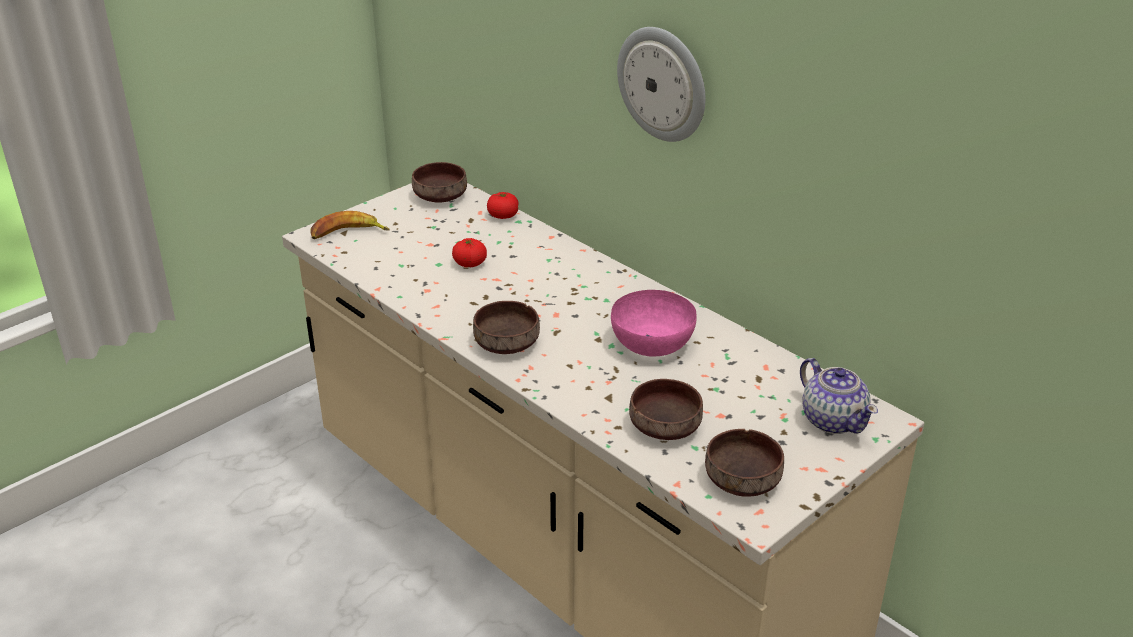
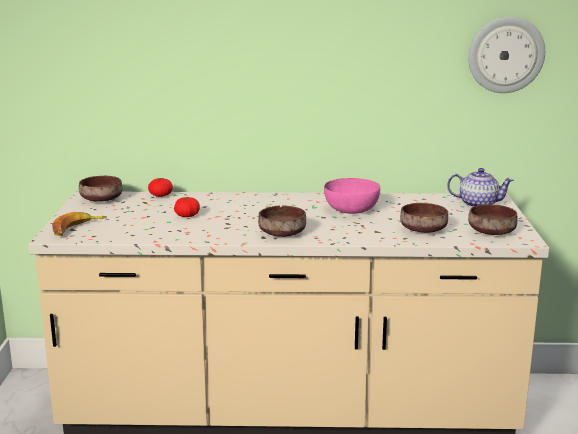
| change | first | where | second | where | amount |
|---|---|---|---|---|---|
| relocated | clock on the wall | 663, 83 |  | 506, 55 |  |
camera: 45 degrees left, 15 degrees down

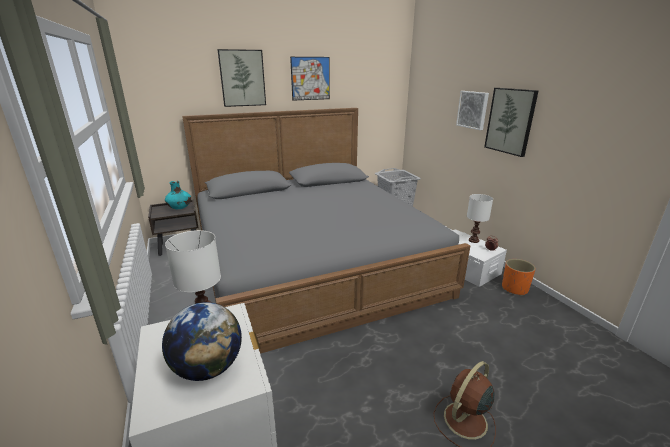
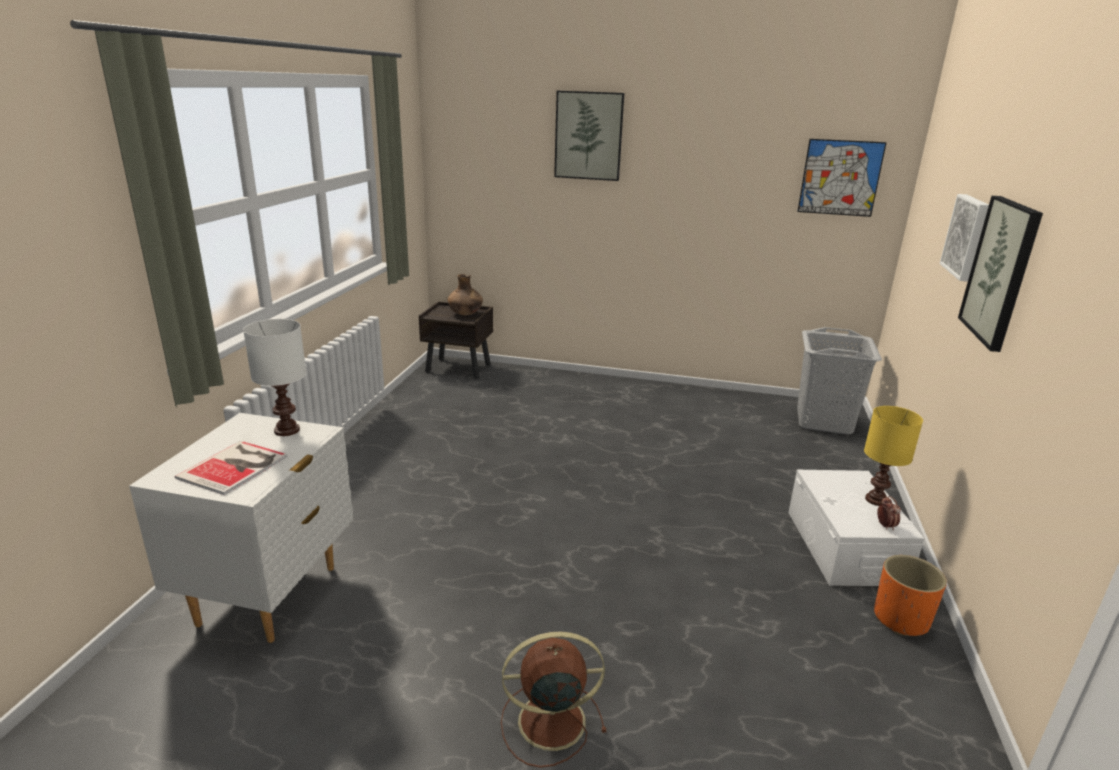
| change | first | where | second | where | amount |
|---|---|---|---|---|---|
| relocated | picture | 310, 78 |  | 840, 178 |  |
| missing | grey bed | 311, 262 |  |  |  |
| colour | turquoise decorative vase | 180, 208 | brown decorative vase | 465, 314 |  |
| colour | whitish lamp for a table | 474, 240 | yellow lamp for a table | 877, 500 |  |
| exchanged | world globe | 208, 368 | book | 236, 466 |  |
camera: 35 degrees right, 0 degrees up

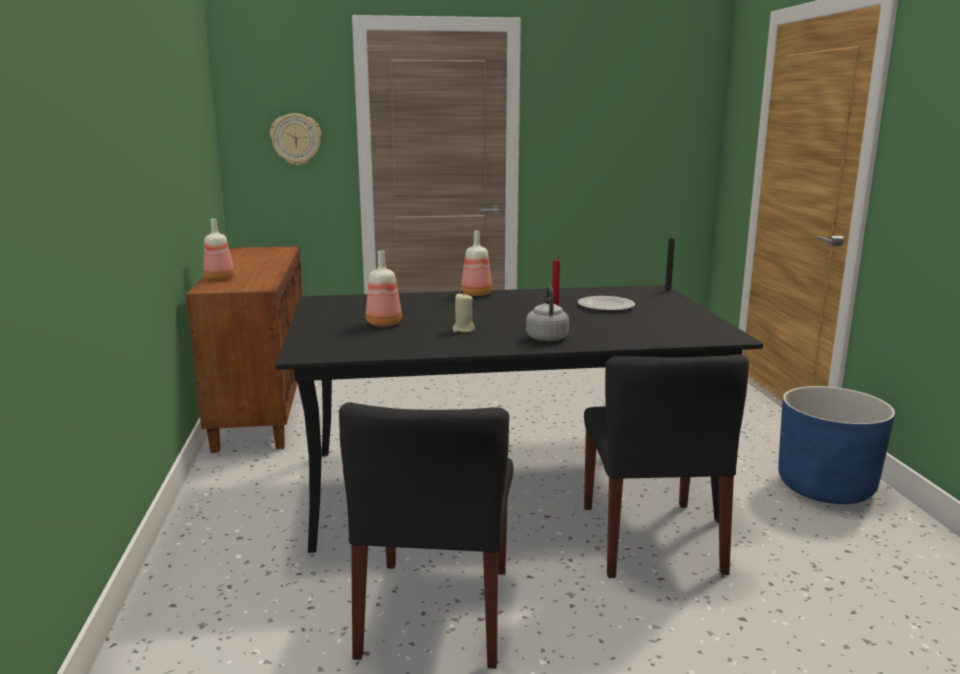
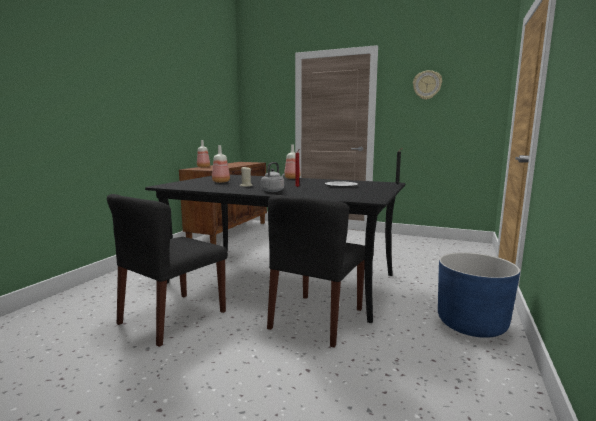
| change | first | where | second | where | amount |
|---|---|---|---|---|---|
| relocated | clock on the wall | 296, 139 |  | 427, 85 |  |
camera: 30 degrees right, 5 degrees down

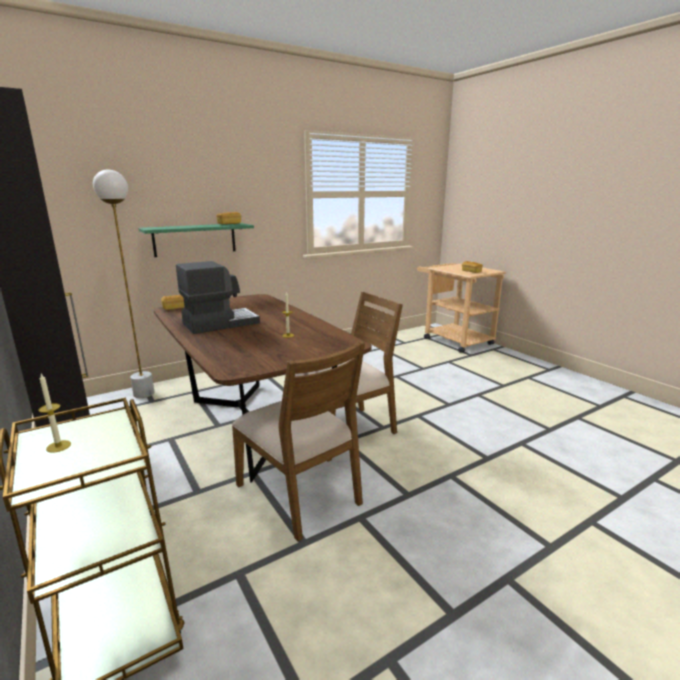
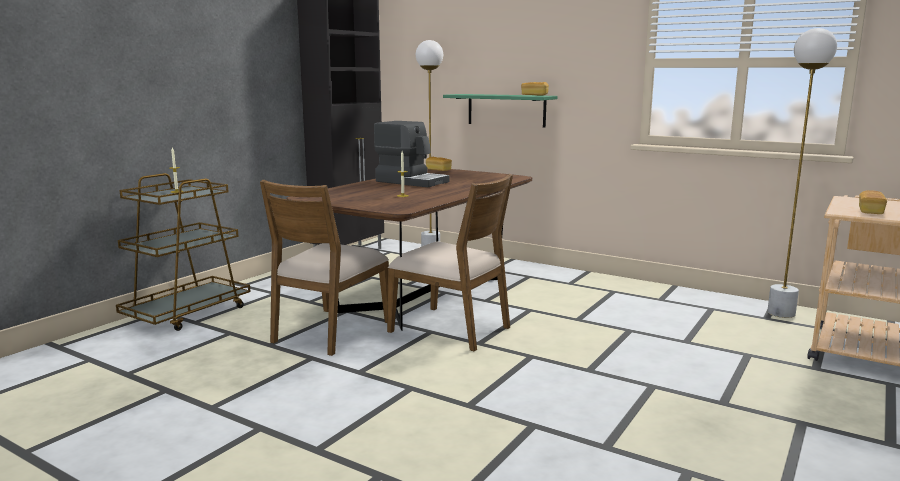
| change | first | where | second | where | amount |
|---|---|---|---|---|---|
| appeared |  |  | whitish standing lamp | 781, 313 |  |
camera: 65 degrees right, 5 degrees down

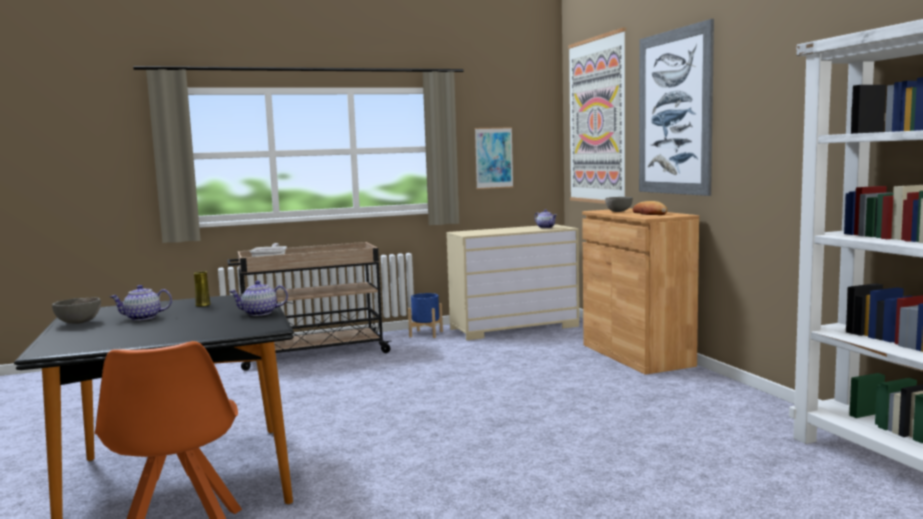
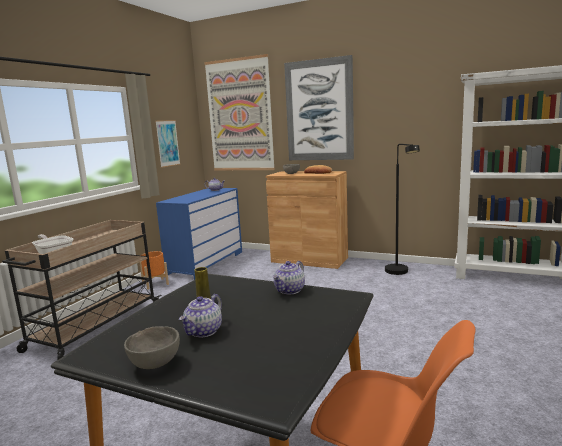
| change | first | where | second | where | amount |
|---|---|---|---|---|---|
| colour | beige-coloured dresser | 514, 327 | bluish dresser | 206, 263 |  |
| colour | bluish plant pot | 426, 334 | orangey plant pot | 155, 284 |  |
| appeared |  |  | black-coloured standing lamp | 400, 273 |  |
camera: 45 degrees left, 5 degrees up

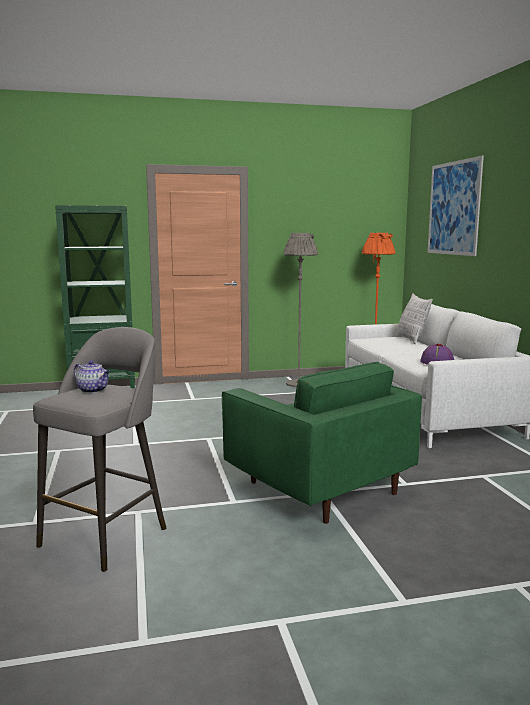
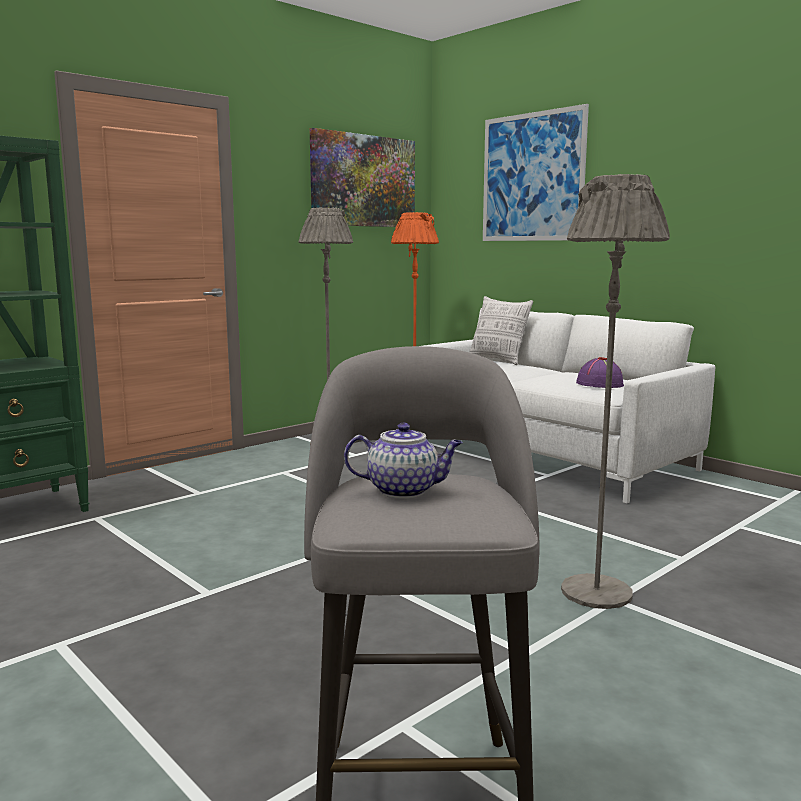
| change | first | where | second | where | amount |
|---|---|---|---|---|---|
| exchanged | greenish easy chair | 318, 487 | grey standing lamp | 596, 592 |  |
| appeared |  |  | picture | 364, 181 |  |
camera: 30 degrees left, 0 degrees up

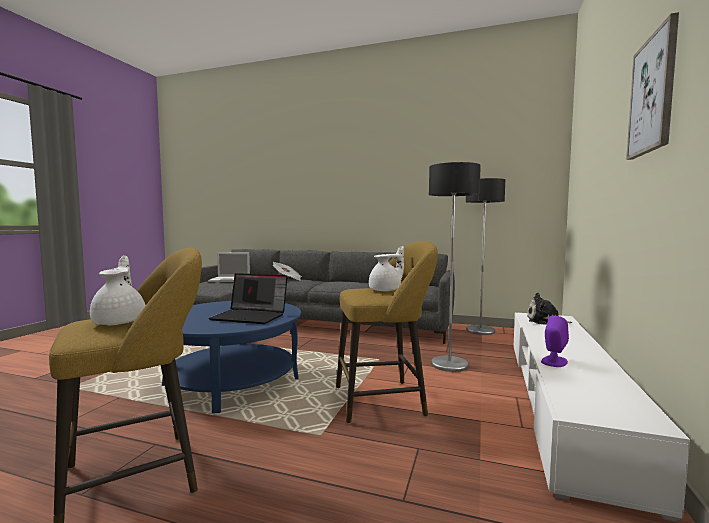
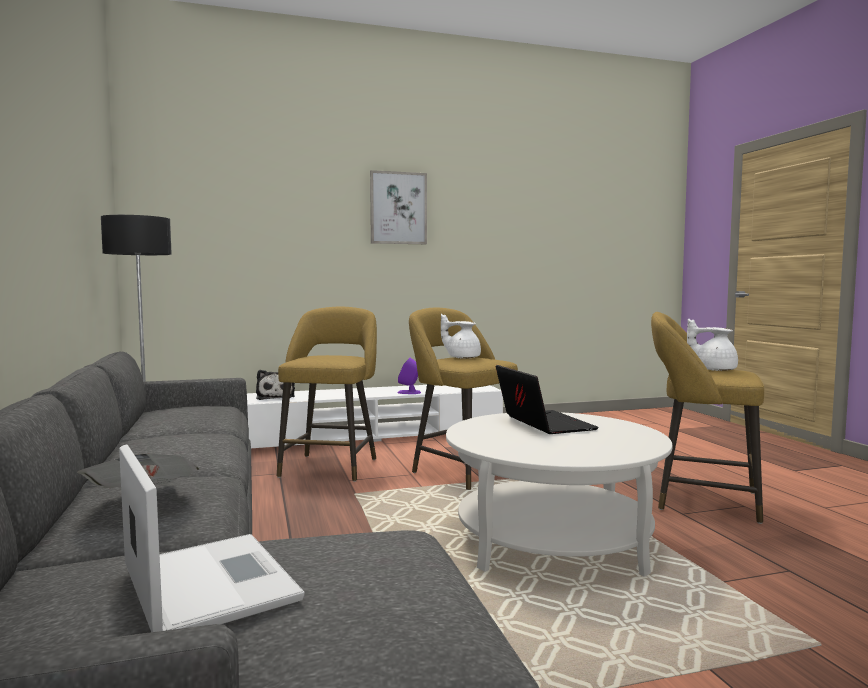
| change | first | where | second | where | amount |
|---|---|---|---|---|---|
| exchanged | standing lamp | 449, 365 | yellow stool seat | 331, 466 |  |
| spun | whitish pot for tea | 121, 322 |  | 713, 369 | 75 degrees clockwise |
| colour | bluish low table | 232, 382 | whitish low table | 553, 540 |  |
camera: 125 degrees left, 0 degrees up

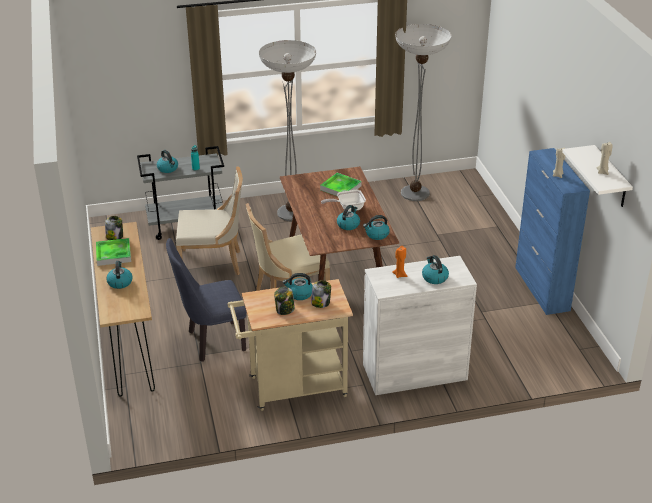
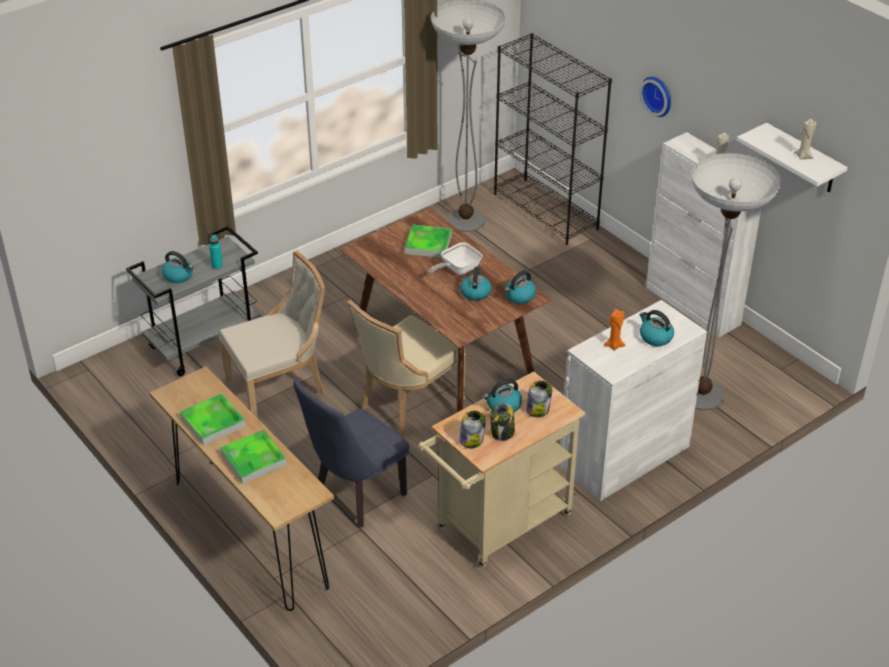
| change | first | where | second | where | amount |
|---|---|---|---|---|---|
| relocated | standing lamp | 292, 213 |  | 701, 395 |  |
| colour | bluish cupboard | 542, 289 | whitish cupboard | 693, 306 |  |
| relocated | storage jar | 115, 237 |  | 471, 440 |  |
| exchanged | kettle | 120, 282 | tray | 253, 459 |  |
| appeared |  |  | black-coloured shelving unit | 546, 211 |  |
| appeared |  |  | clock on the wall | 658, 95 |  |
camera: 25 degrees left, 5 degrees up

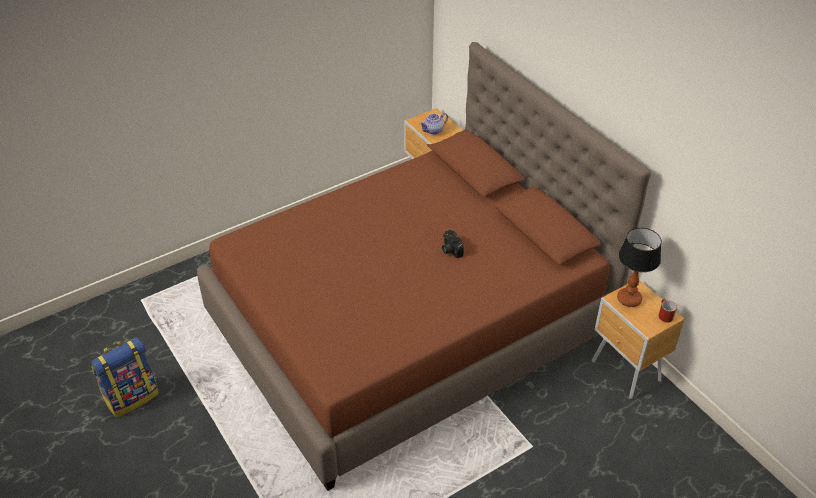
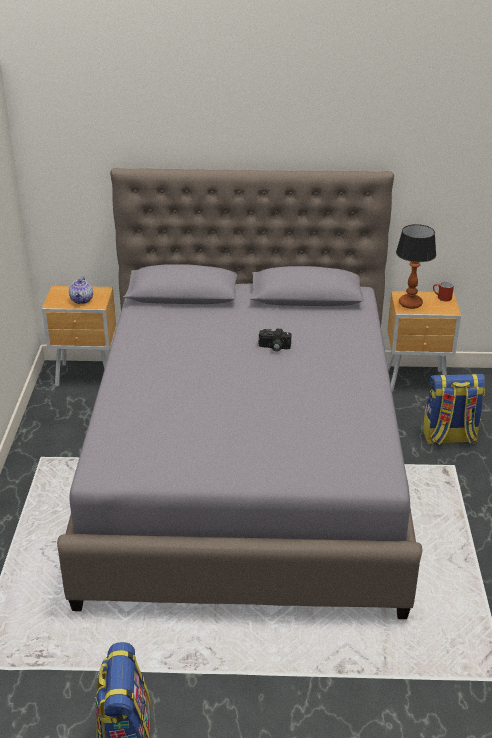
| change | first | where | second | where | amount |
|---|---|---|---|---|---|
| colour | brown bed | 409, 325 | grey bed | 246, 471 |  |
| appeared |  |  | backpack | 449, 437 |  |
camera: 55 degrees left, 10 degrees down

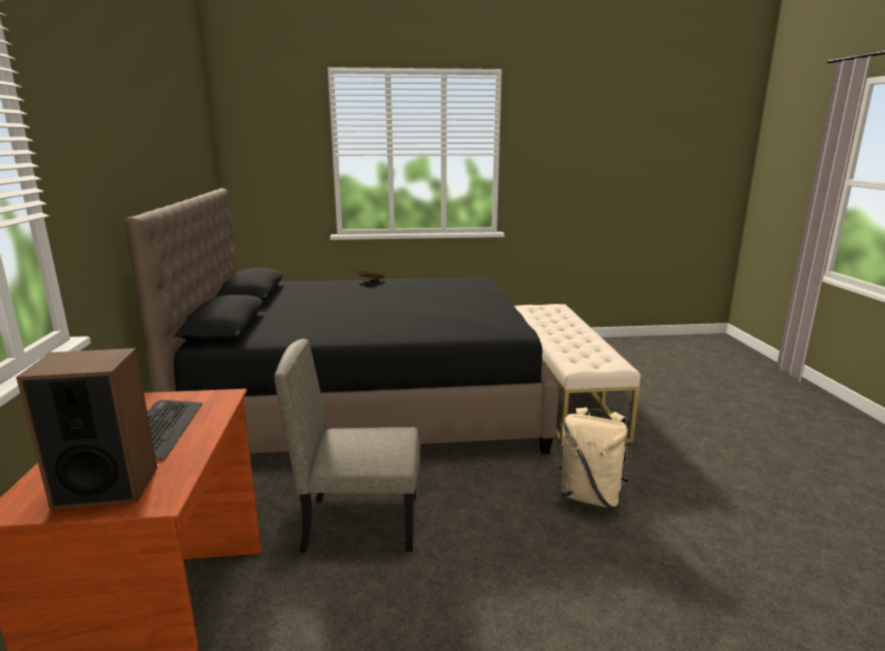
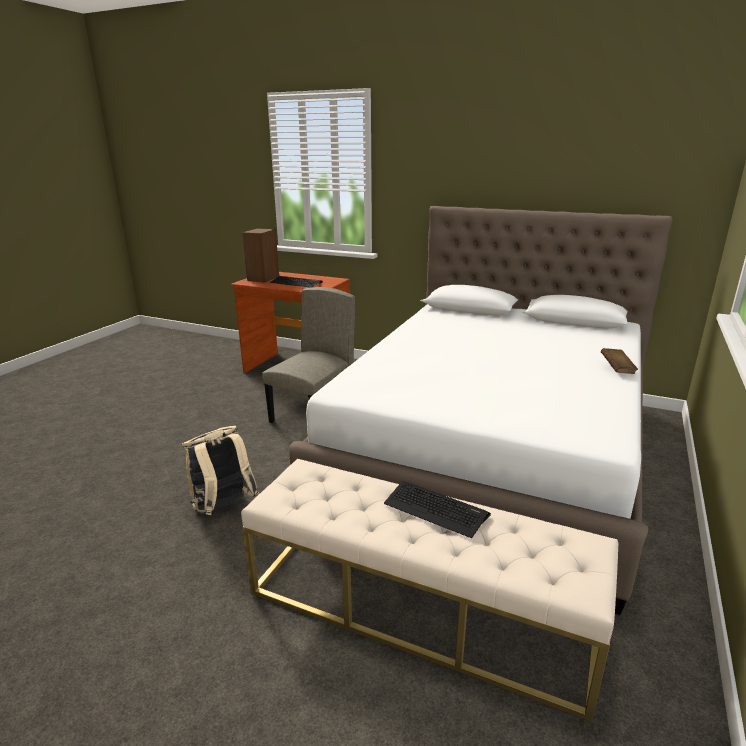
| change | first | where | second | where | amount |
|---|---|---|---|---|---|
| colour | black-coloured bed | 368, 401 | whitish bed | 492, 453 |  |
| appeared |  |  | computer keyboard | 435, 509 |  |
camera: 120 degrees right, 5 degrees up

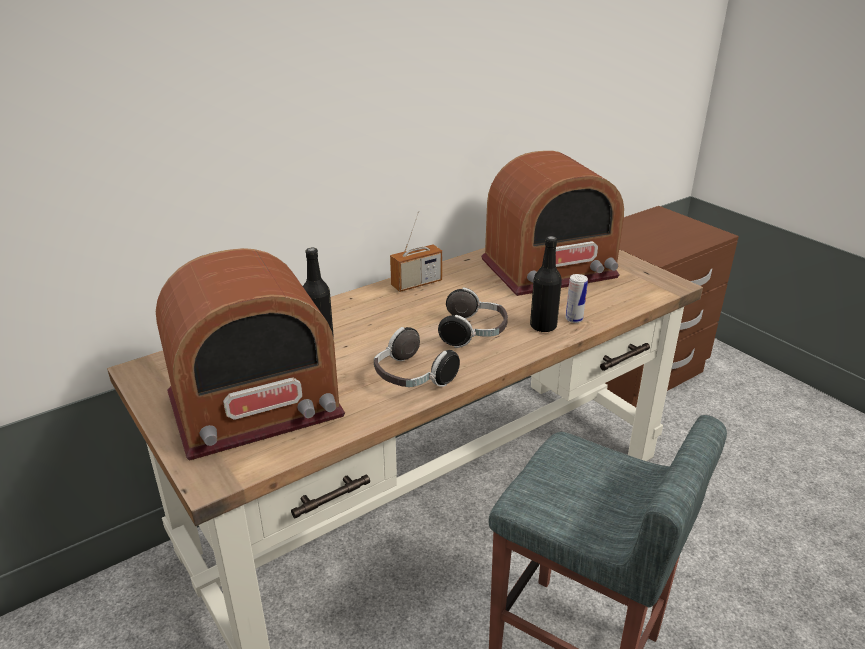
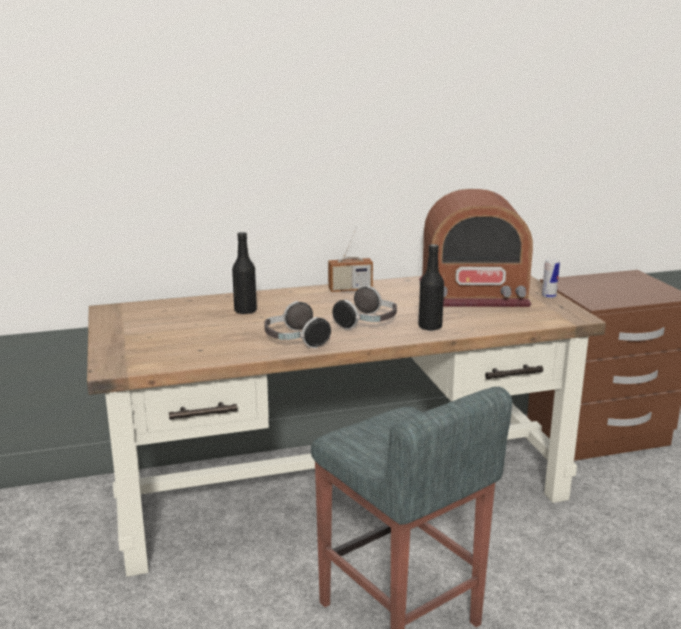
| change | first | where | second | where | amount |
|---|---|---|---|---|---|
| missing | radio set | 255, 406 |  |  |  |
| relocated | sealed can | 574, 319 |  | 549, 296 |  |
camera: 20 degrees right, 10 degrees down

